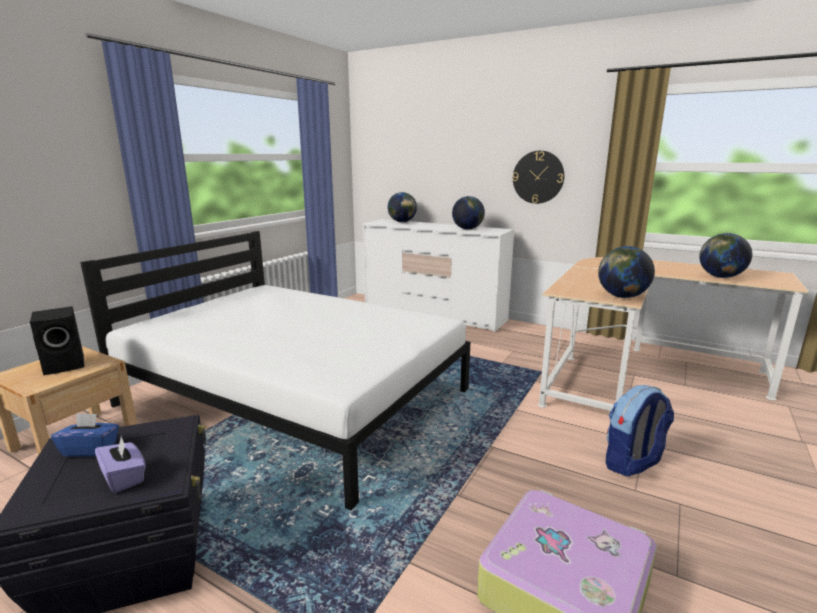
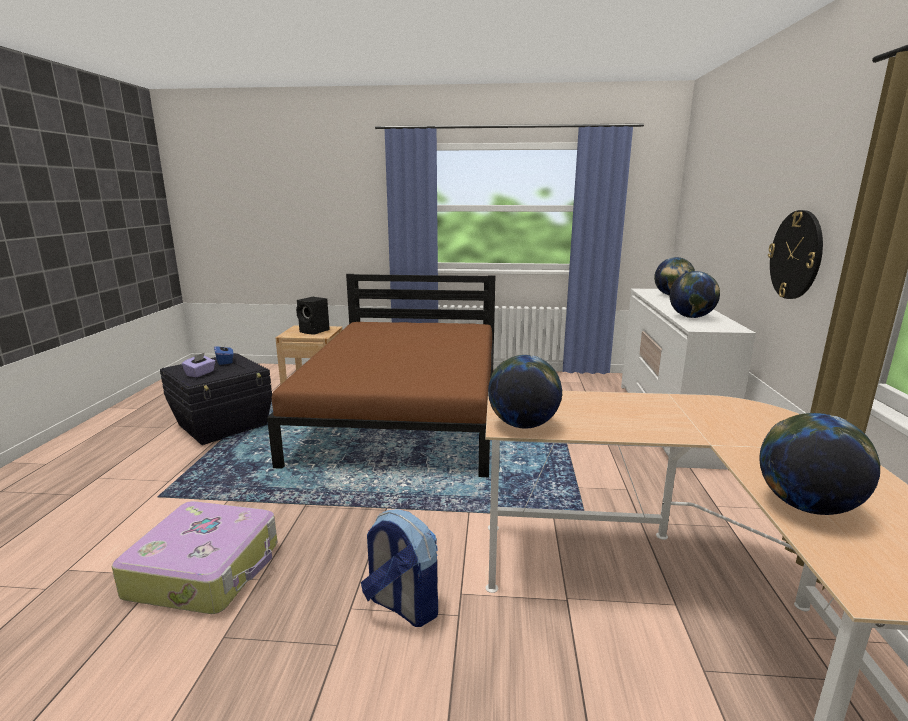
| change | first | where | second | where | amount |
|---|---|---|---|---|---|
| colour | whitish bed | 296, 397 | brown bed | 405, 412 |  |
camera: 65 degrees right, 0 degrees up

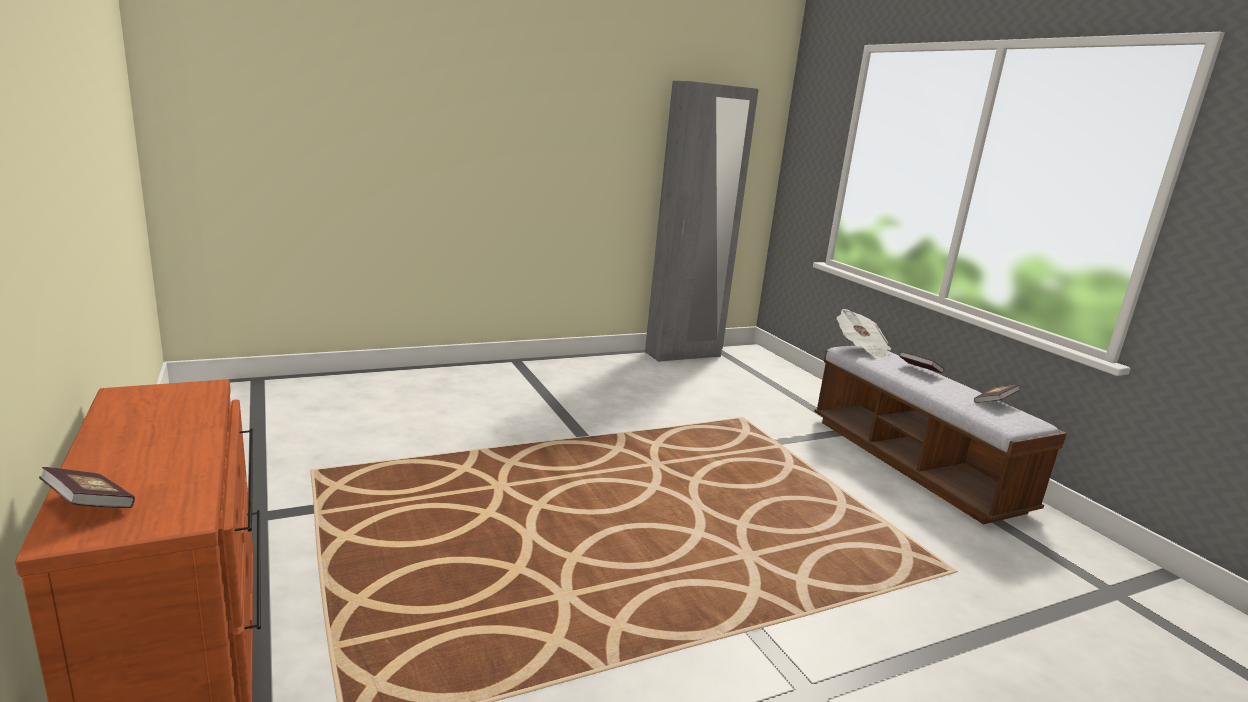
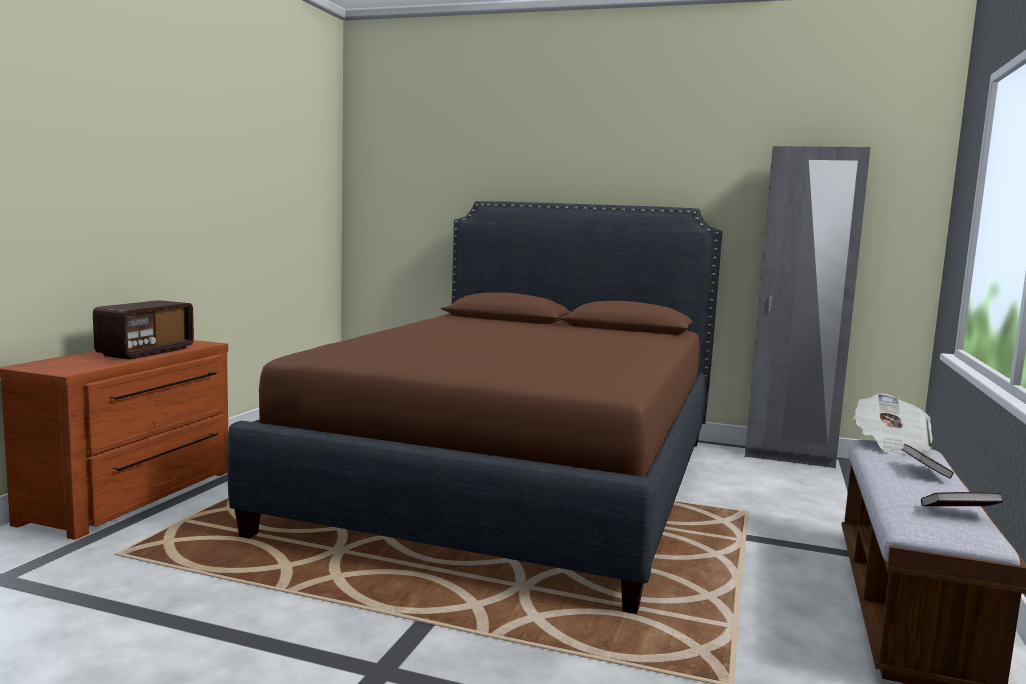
| change | first | where | second | where | amount |
|---|---|---|---|---|---|
| missing | book | 90, 505 |  |  |  |
| appeared |  |  | brown bed | 517, 481 |  |
| appeared |  |  | radio set | 146, 352 |  |
camera: 45 degrees right, 10 degrees down

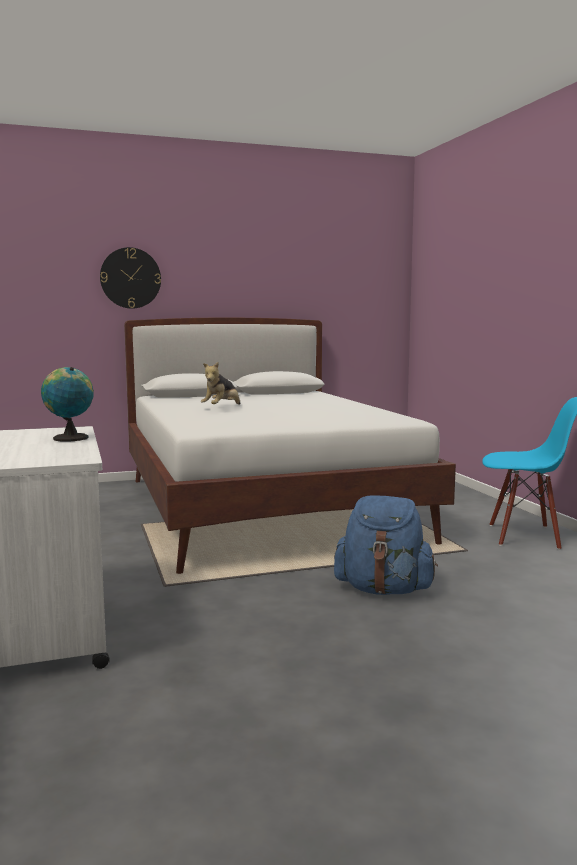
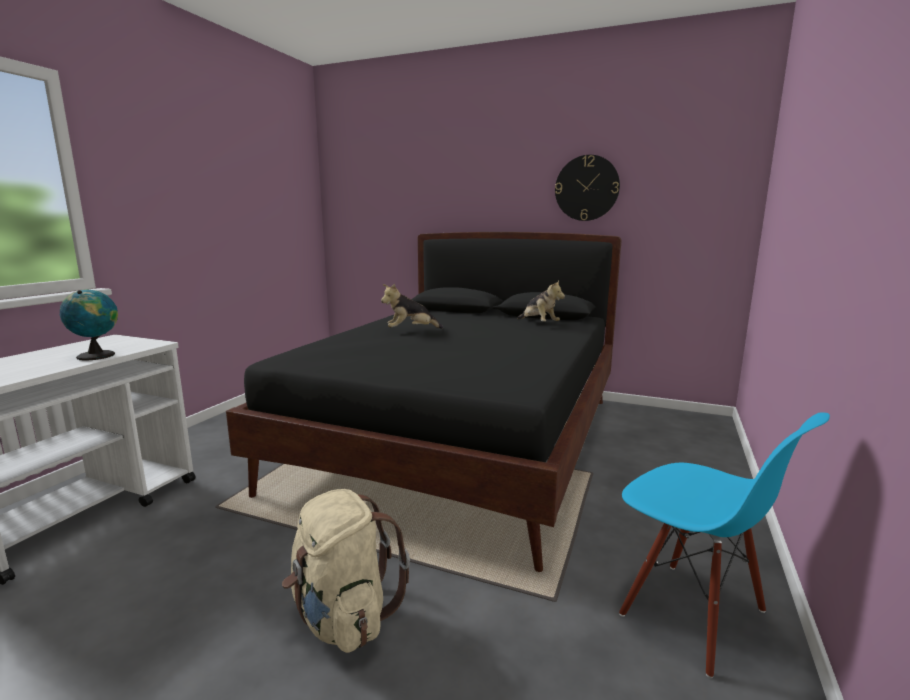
| change | first | where | second | where | amount |
|---|---|---|---|---|---|
| relocated | clock on the wall | 130, 278 |  | 586, 188 |  |
| colour | whitish bed | 264, 508 | black-coloured bed | 463, 440 |  |
| colour | bluish backpack | 384, 589 | beige-coloured backpack | 343, 617 |  |
| appeared |  |  | cuddly toy | 538, 324 |  |
camera: 40 degrees right, 5 degrees up

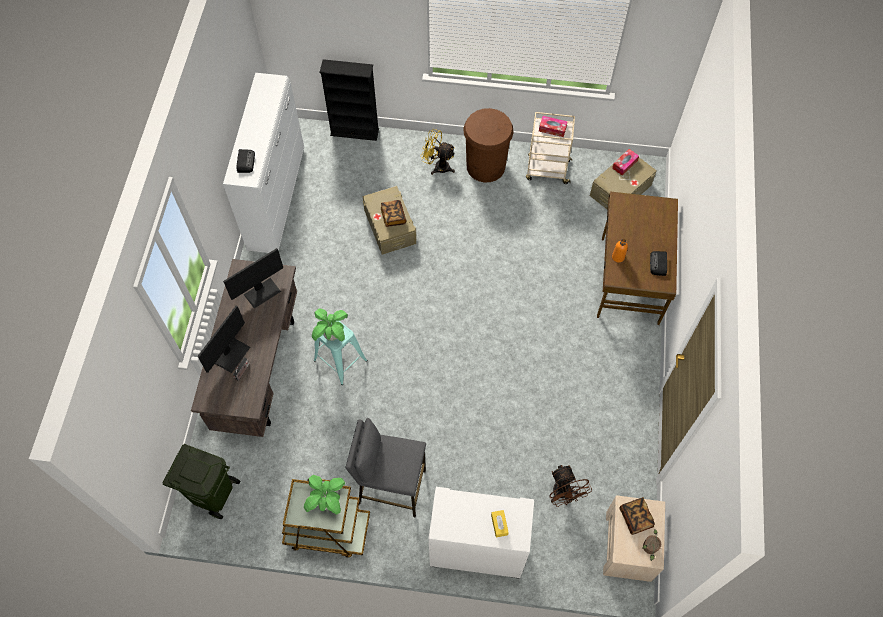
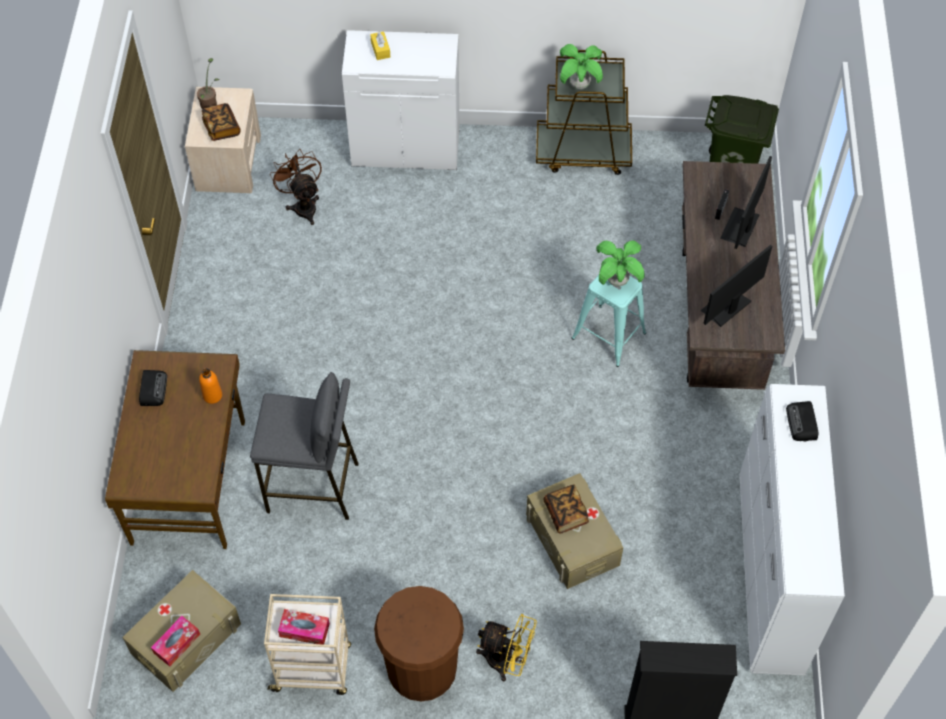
| change | first | where | second | where | amount |
|---|---|---|---|---|---|
| relocated | grey stool seat | 391, 487 |  | 313, 487 |  |
camera: 175 degrees right, 5 degrees down

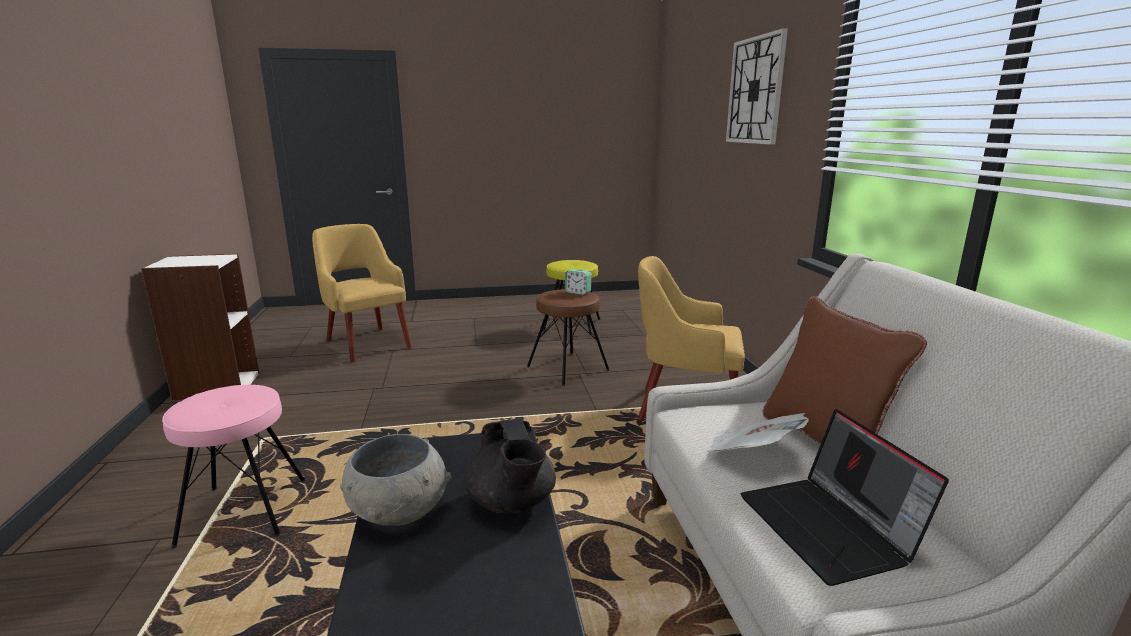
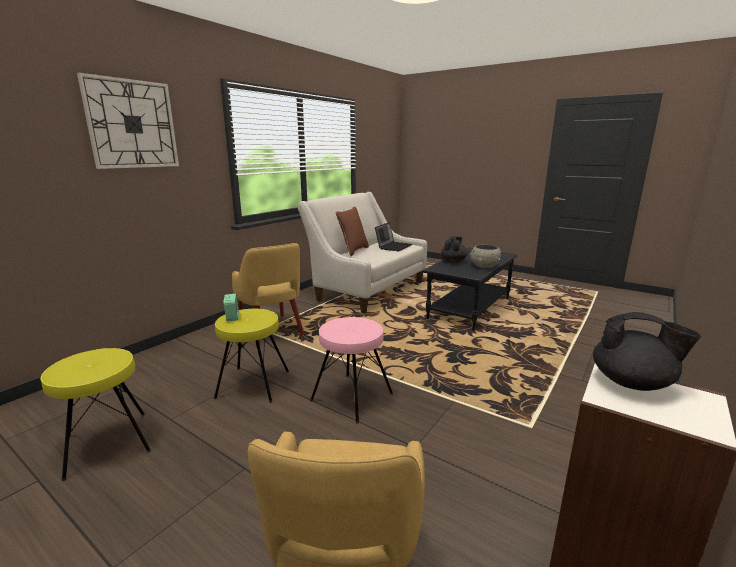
| change | first | where | second | where | amount |
|---|---|---|---|---|---|
| colour | brown stool seat | 568, 368 | yellow stool seat | 253, 384 |  |
| relocated | pinkish stool seat | 245, 511 |  | 351, 397 |  |
| missing | daily paper | 751, 455 |  |  |  |
| appeared |  |  | black-coloured pot for tea | 632, 383 |  |
camera: 135 degrees left, 0 degrees up

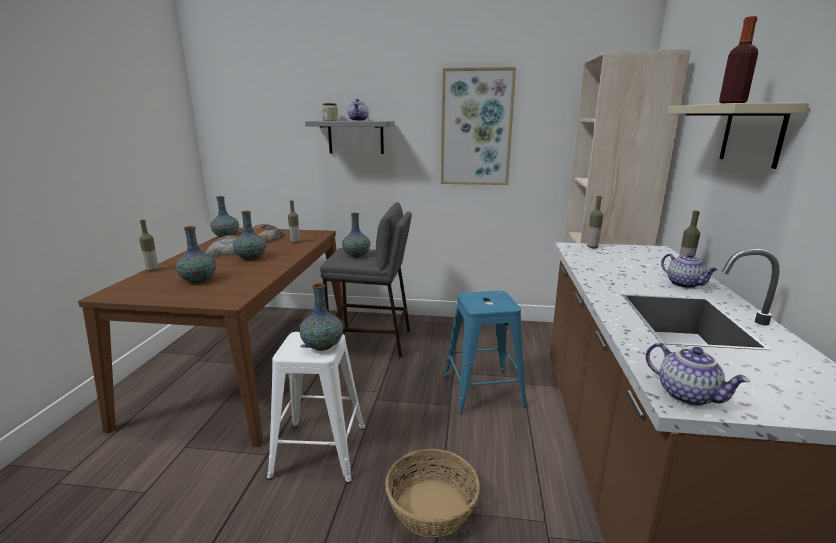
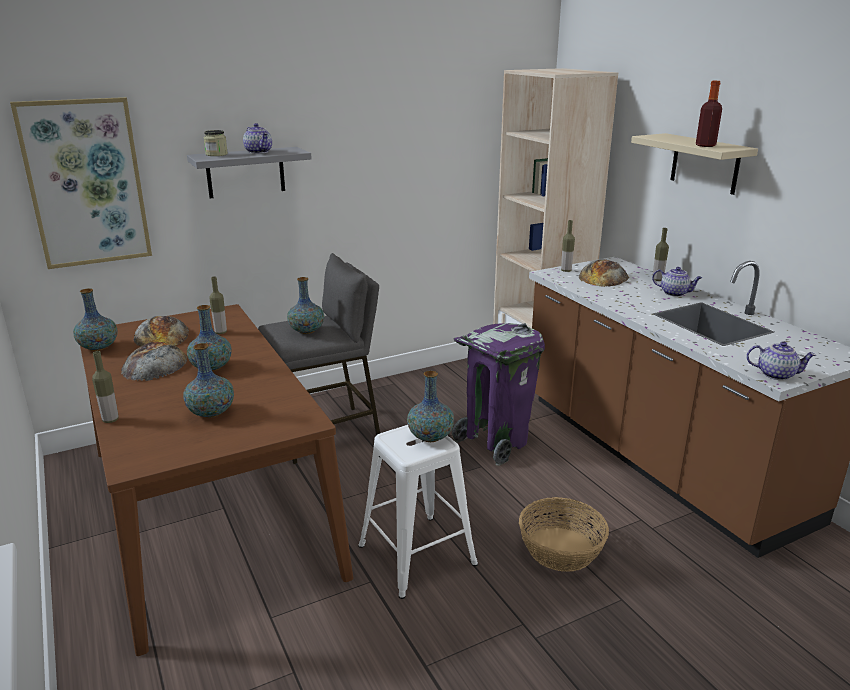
| change | first | where | second | where | amount |
|---|---|---|---|---|---|
| relocated | picture | 476, 128 |  | 86, 183 |  |
| exchanged | bluish stool seat | 483, 391 | purple waste bin | 495, 442 |  |
| appeared |  |  | bakery bread | 603, 277 |  |
camera: 35 degrees left, 5 degrees up

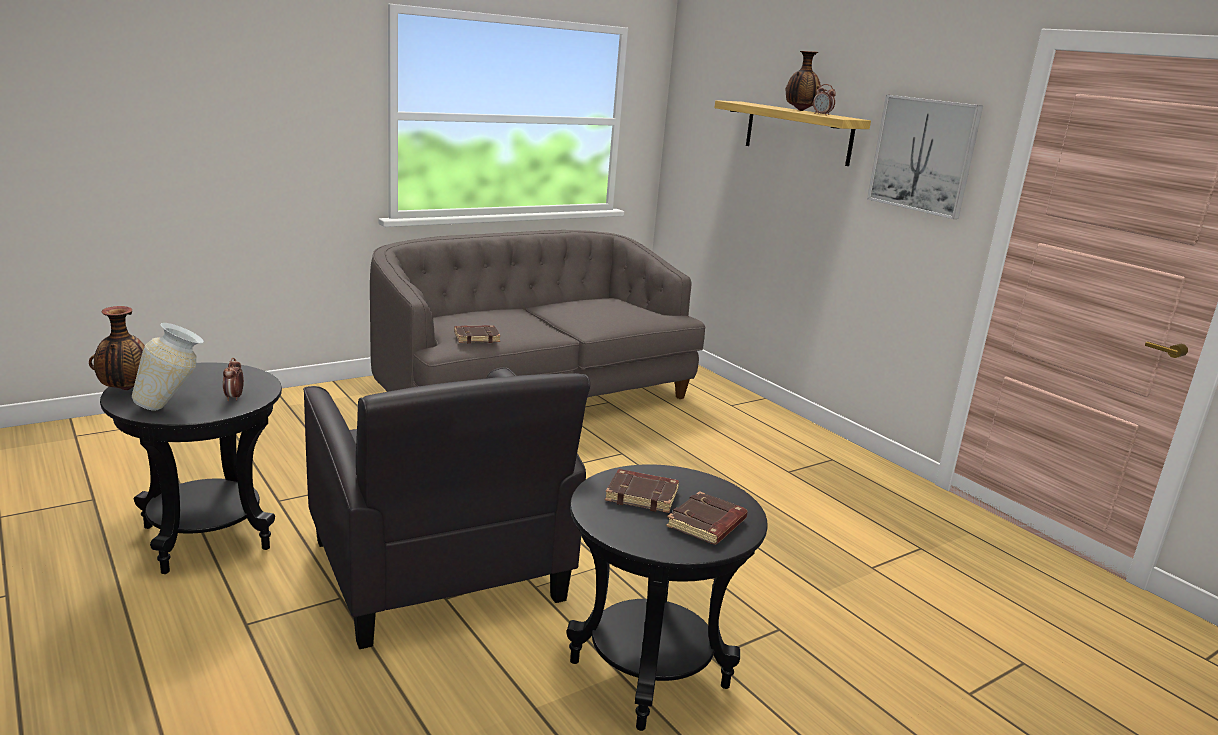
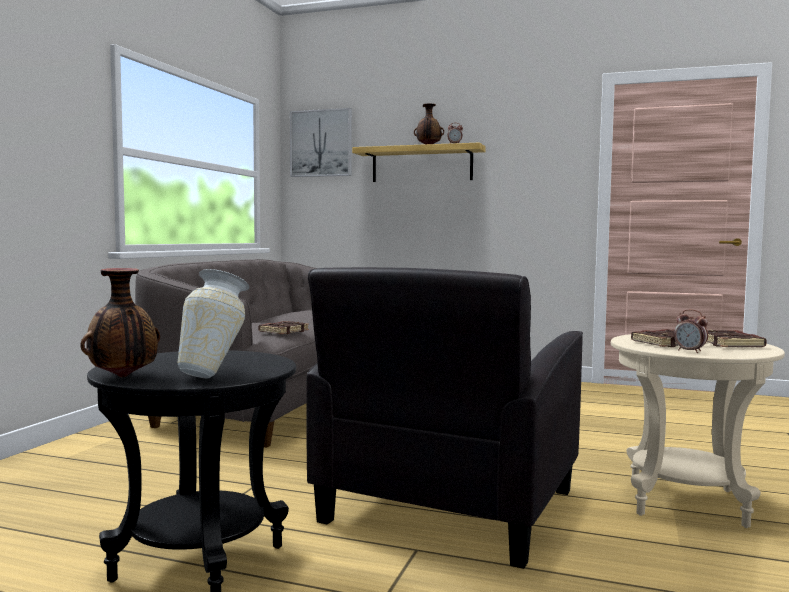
| change | first | where | second | where | amount |
|---|---|---|---|---|---|
| relocated | picture | 923, 155 |  | 321, 143 |  |
| relocated | table clock | 234, 398 |  | 690, 351 |  |
| spun | black-coloured easy chair | 438, 572 |  | 448, 507 | 90 degrees clockwise |
| colour | black-coloured side table | 649, 675 | beige-coloured side table | 686, 502 |  |
camera: 35 degrees left, 15 degrees down

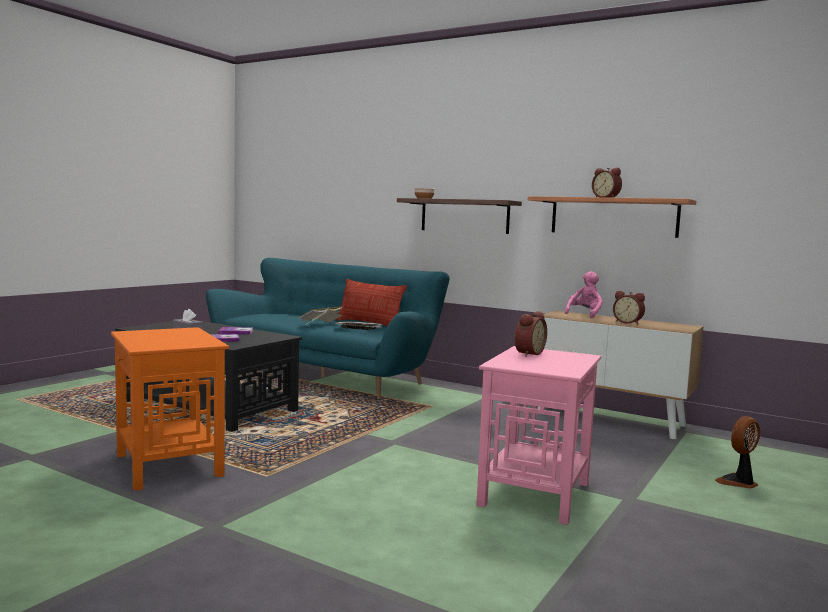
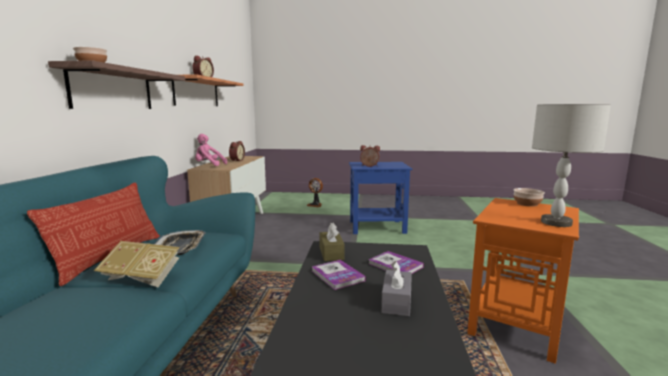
| change | first | where | second | where | amount |
|---|---|---|---|---|---|
| colour | pinkish side table | 535, 493 | bluish side table | 376, 227 |  |
| appeared |  |  | grey lamp for a table | 555, 222 |  |
| appeared |  |  | bowl | 527, 204 |  |
| appeared |  |  | brown box of tissues | 331, 253 |  |
camera: 115 degrees left, 5 degrees up

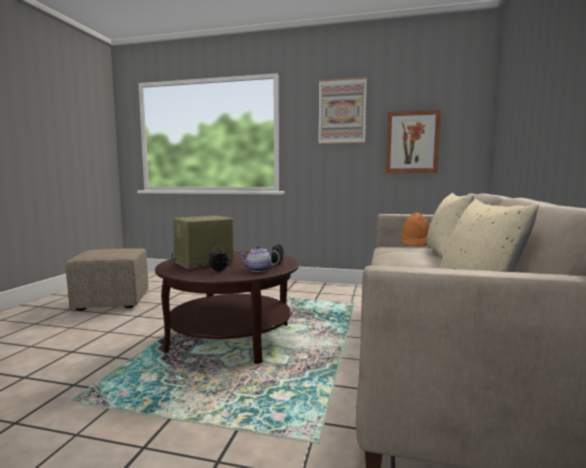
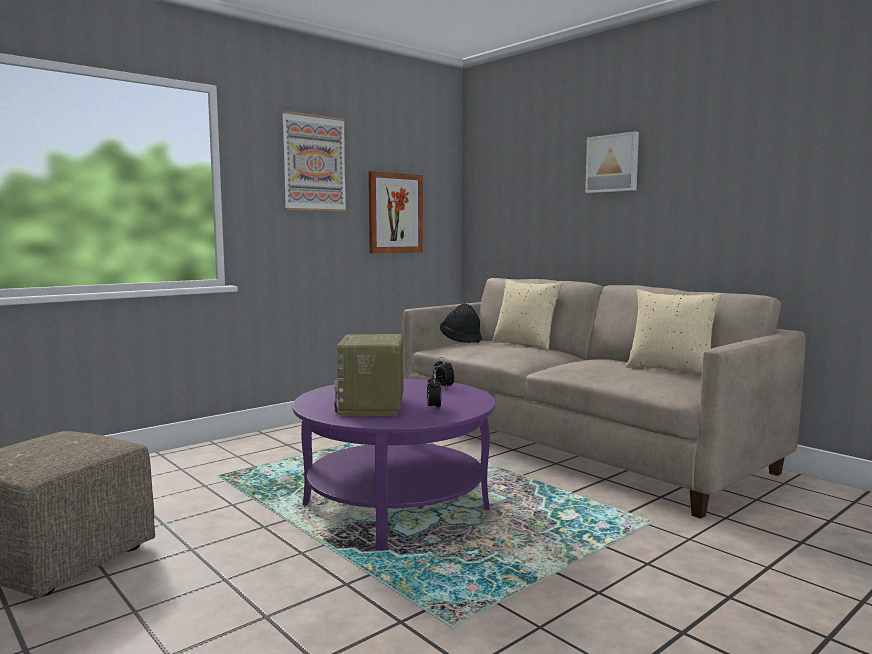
| change | first | where | second | where | amount |
|---|---|---|---|---|---|
| colour | orangey clothing hat | 415, 243 | black-coloured clothing hat | 461, 340 |  |
| missing | pot for tea | 258, 270 |  |  |  |
| colour | brown low table | 230, 338 | purple low table | 396, 507 |  |
| appeared |  |  | picture | 613, 163 |  |
camera: 55 degrees left, 0 degrees up

